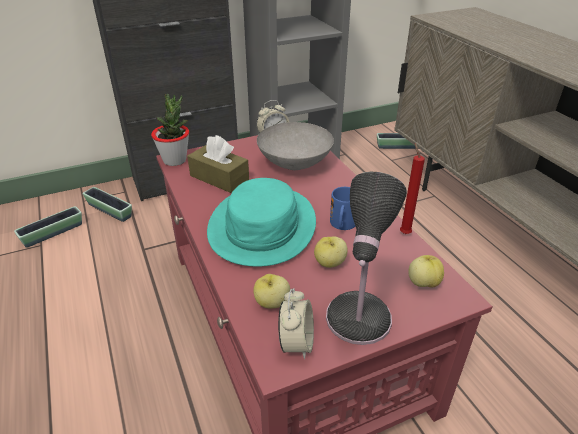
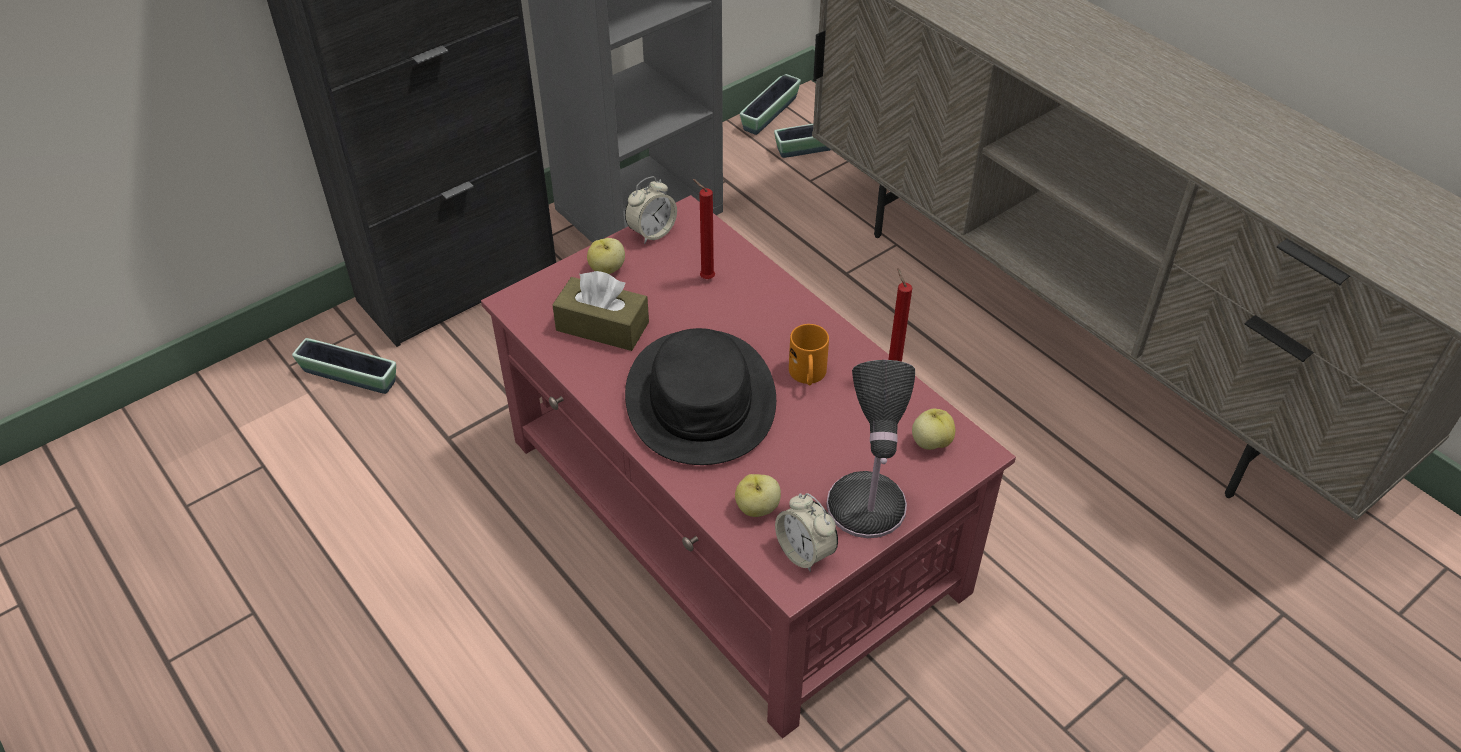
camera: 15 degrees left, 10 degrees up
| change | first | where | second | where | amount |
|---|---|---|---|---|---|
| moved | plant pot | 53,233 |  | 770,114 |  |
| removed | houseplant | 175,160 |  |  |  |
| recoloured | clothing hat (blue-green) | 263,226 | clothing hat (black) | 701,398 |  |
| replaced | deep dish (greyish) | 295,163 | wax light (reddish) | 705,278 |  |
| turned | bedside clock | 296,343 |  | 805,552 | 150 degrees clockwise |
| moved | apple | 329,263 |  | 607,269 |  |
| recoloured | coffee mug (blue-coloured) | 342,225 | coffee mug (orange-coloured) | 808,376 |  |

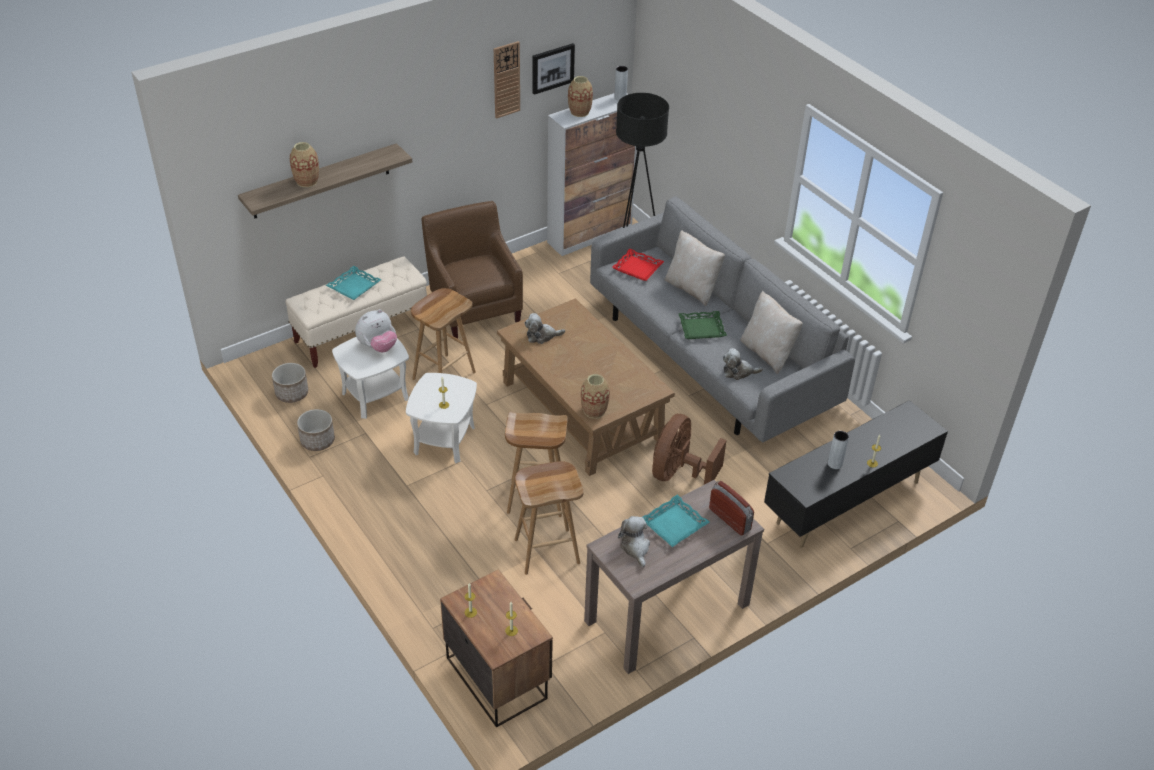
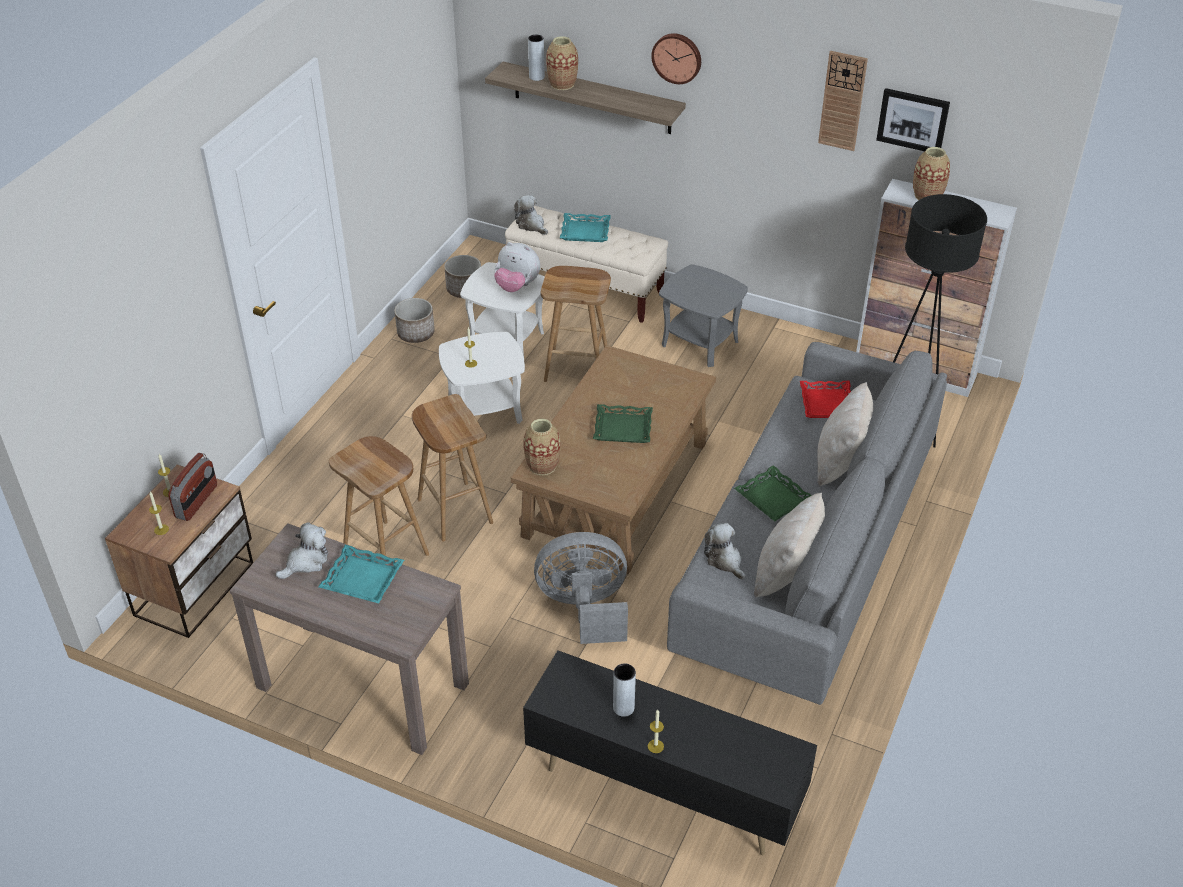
camera: 60 degrees right, 0 degrees up
| change | first | where | second | where | amount |
|---|---|---|---|---|---|
| replaced | easy chair (brown) | 475,307 | accent table (greyish) | 700,343 |  |
| moved | cuddly toy | 542,336 |  | 531,225 |  |
| moved | vase (greyish) | 620,98 |  | 536,77 |  |
| recoloured | electric fan (brown) | 678,473 | electric fan (greyish) | 585,608 |  |
| moved | radio receiver | 730,519 |  | 197,501 |  |
| added |  |  | tray (green) | 622,428 |  |
| added |  |  | clock on the wall | 677,57 |  |

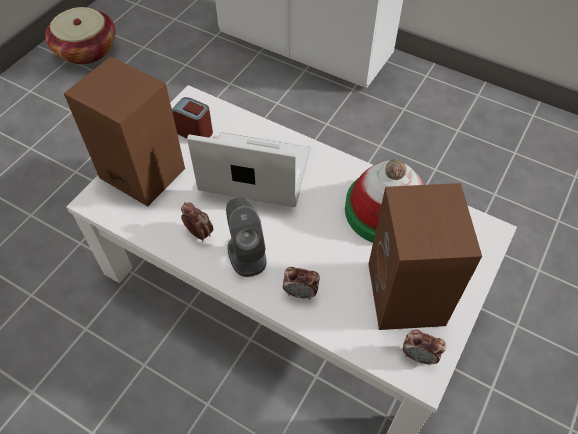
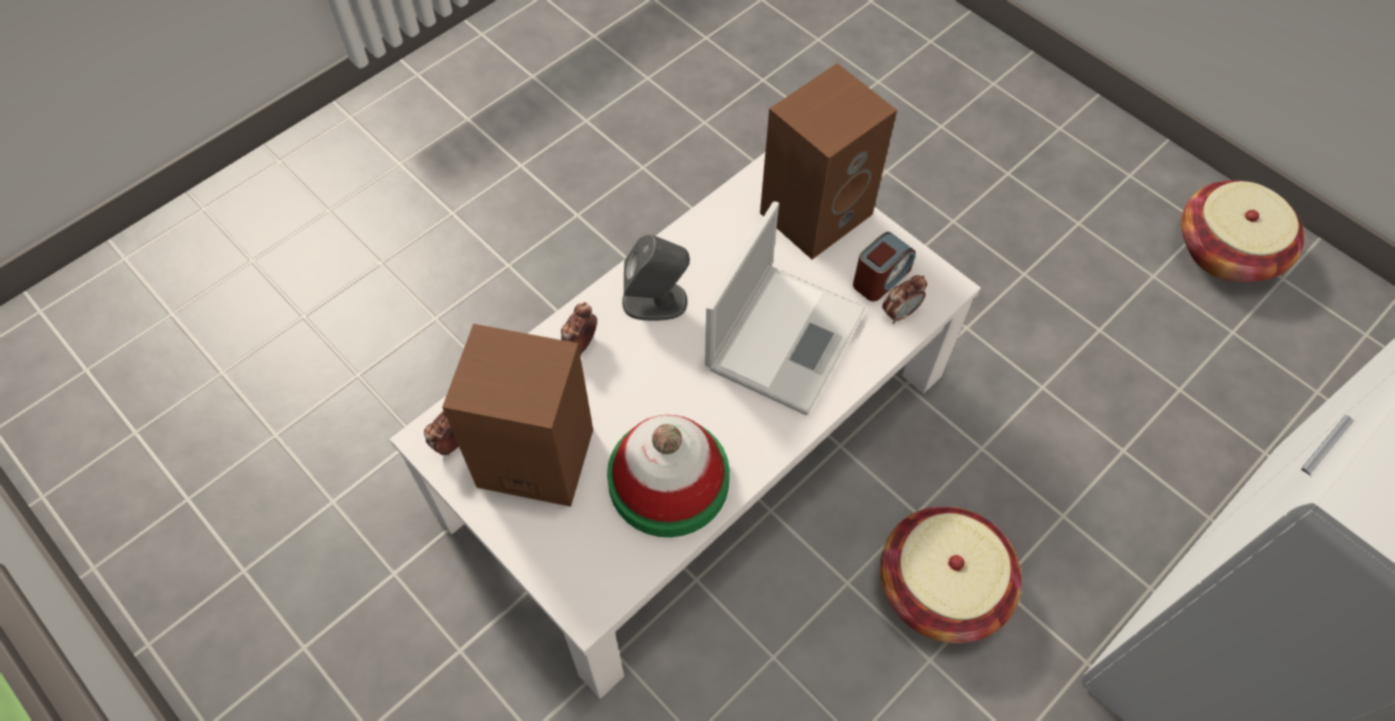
camera: 105 degrees right, 5 degrees up
| change | first | where | second | where | amount |
|---|---|---|---|---|---|
| moved | bedside clock | 199,233 |  | 900,313 |  |
| added |  |  | storage basket | 941,587 |  |

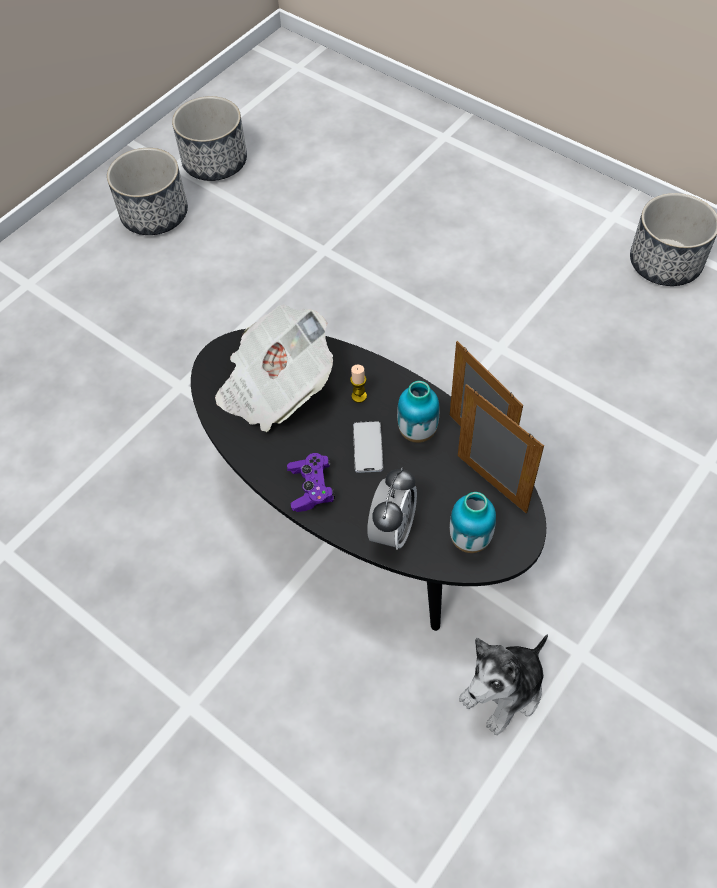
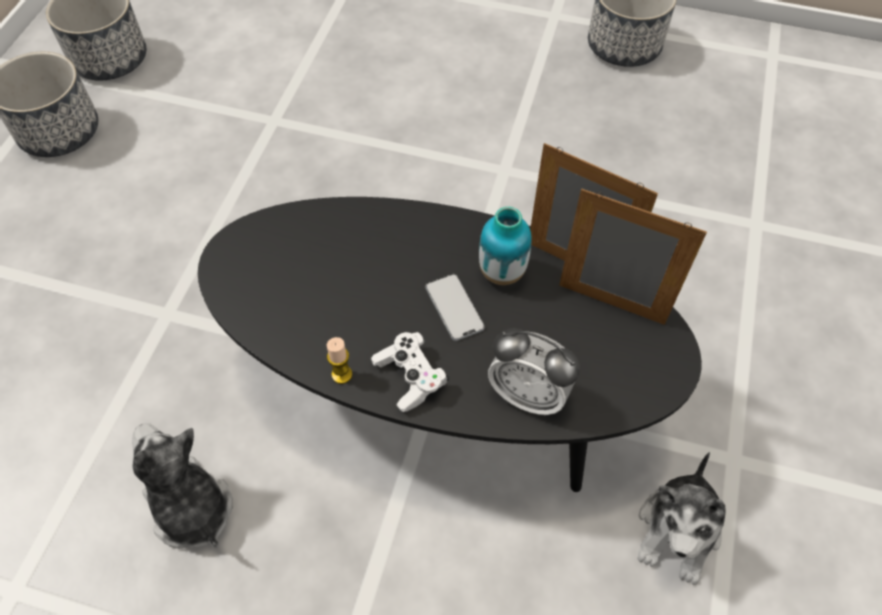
camera: 25 degrees left, 0 degrees up
| change | first | where | second | where | amount |
|---|---|---|---|---|---|
| removed | daily paper | 275,387 |  |  |  |
| recoloured | gamepad (purple-coloured) | 311,488 | gamepad (white) | 410,377 |  |
| moved | wax light | 359,396 |  | 342,374 |  |
| turned | bedside clock | 392,530 |  | 528,394 | 120 degrees clockwise |
| removed | vase | 470,539 |  |  |  |
| added |  |  | cuddly toy | 190,508 |  |

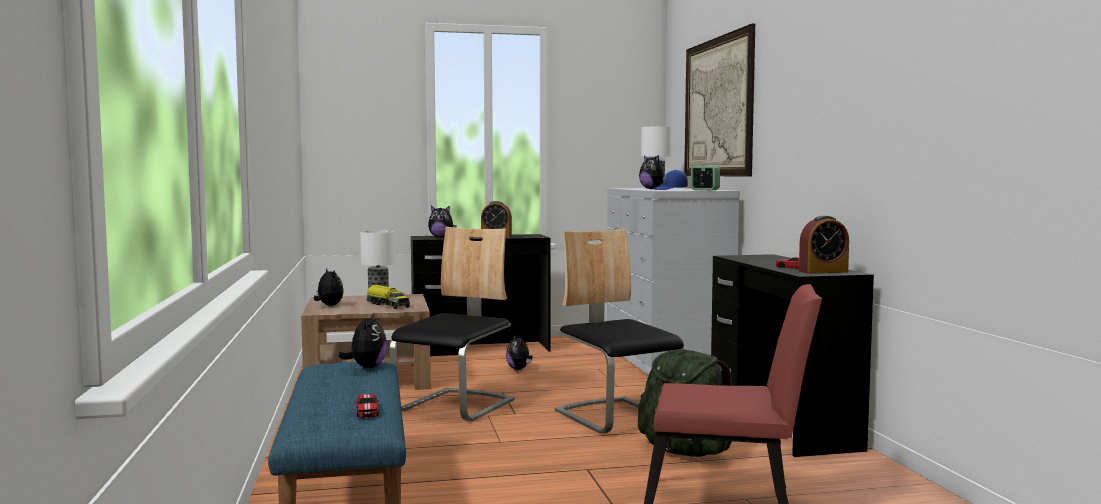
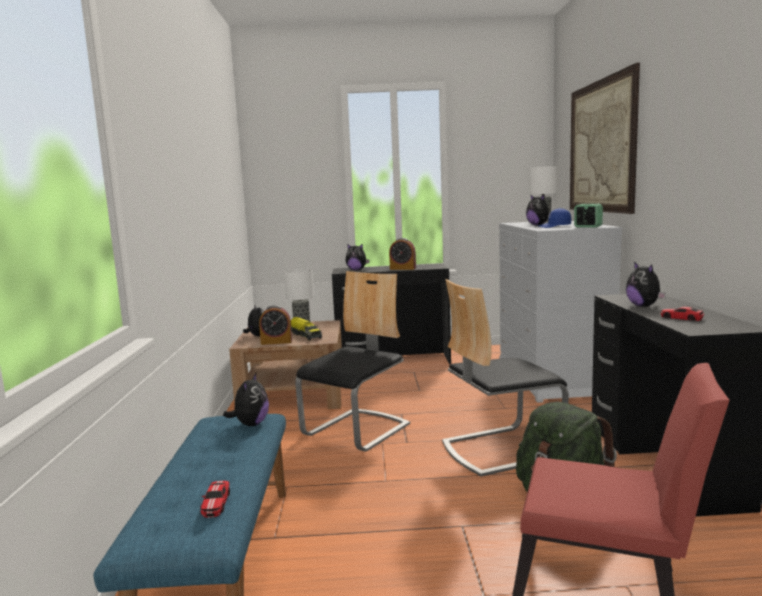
camera: 10 degrees right, 5 degrees up
| change | first | where | second | where | amount |
|---|---|---|---|---|---|
| moved | cuddly toy | 519,369 |  | 644,306 |  |
| turned | chair | 617,416 |  | 500,449 | 90 degrees counterclockwise |
| moved | bedside clock | 823,271 |  | 276,342 |  |

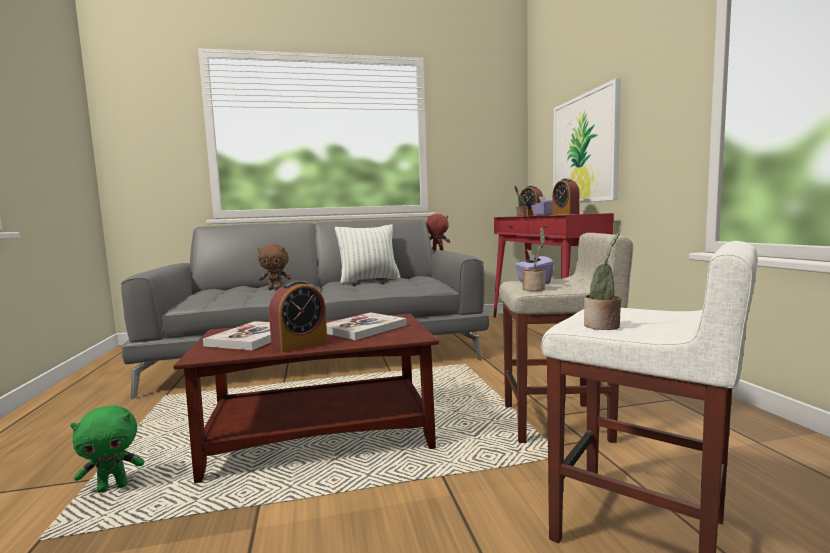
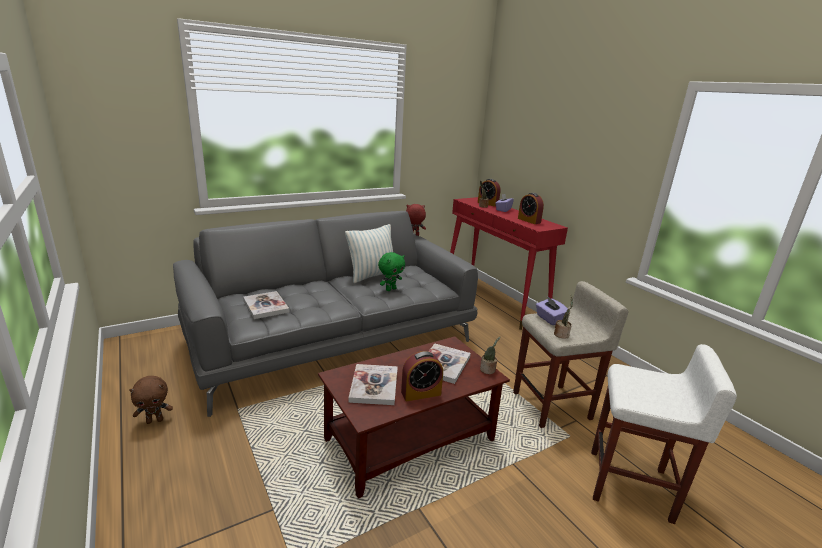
camera: 20 degrees left, 15 degrees up
| change | first | where | second | where | amount |
|---|---|---|---|---|---|
| moved | cuddly toy (green) | 113,487 |  | 390,289 |  |
| moved | cuddly toy (brown) | 276,289 |  | 155,420 |  |
| turned | bedside clock | 300,344 |  | 421,393 | 45 degrees clockwise |
| removed | picture | 585,149 |  |  |  |
| moved | houseplant | 603,326 |  | 488,370 |  |
| added |  |  | volume | 266,306 |  |

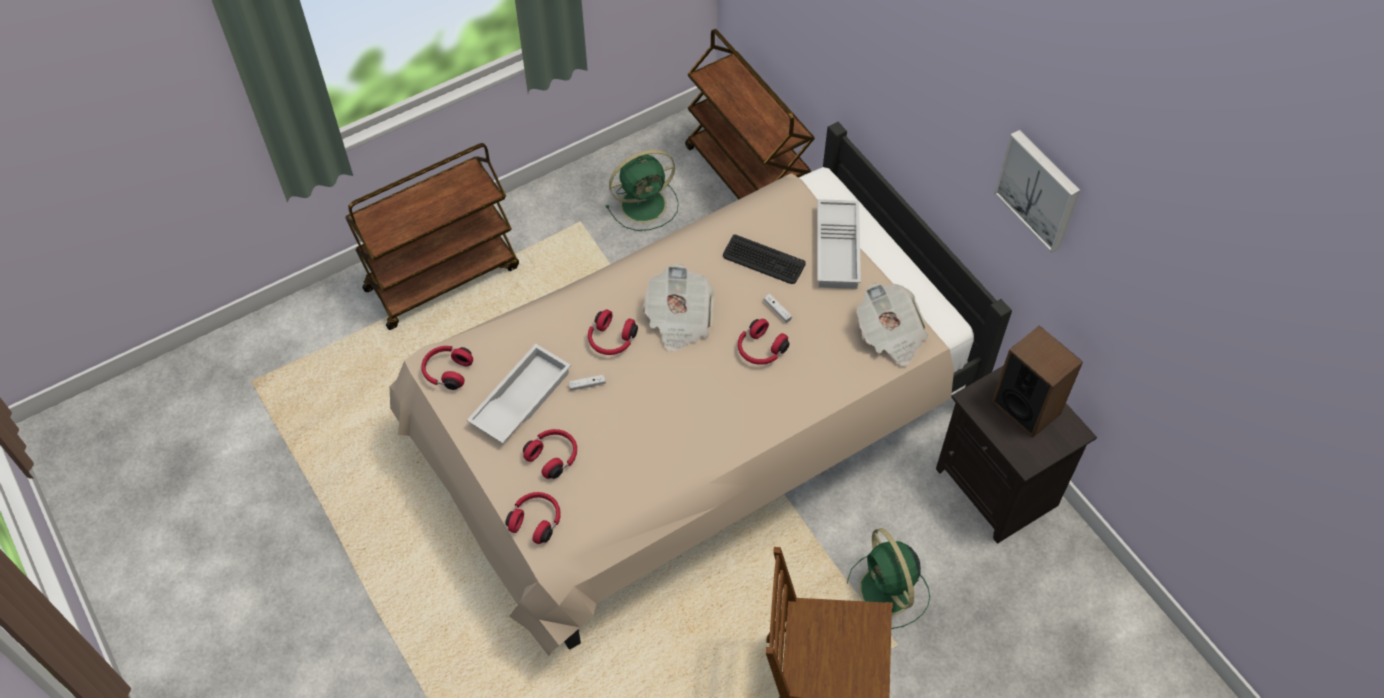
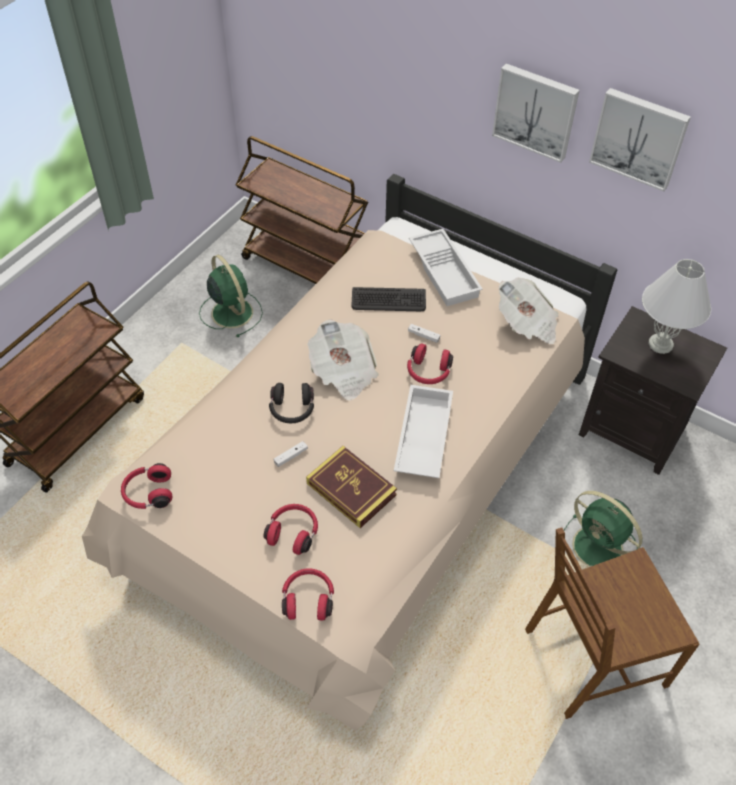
camera: 25 degrees left, 5 degrees down
| change | first | where | second | where | amount |
|---|---|---|---|---|---|
| moved | tray (white) | 520,398 |  | 422,436 |  |
| recoloured | headphones (reddish) | 611,340 | headphones (black) | 292,410 |  |
| turned | electric fan (green) | 645,204 |  | 231,311 | 75 degrees counterclockwise |
| replaced | speaker | 1026,407 | lamp for a table (white) | 661,344 |  |
| added |  |  | volume | 351,489 |  |
| added |  |  | picture | 536,111 |  |

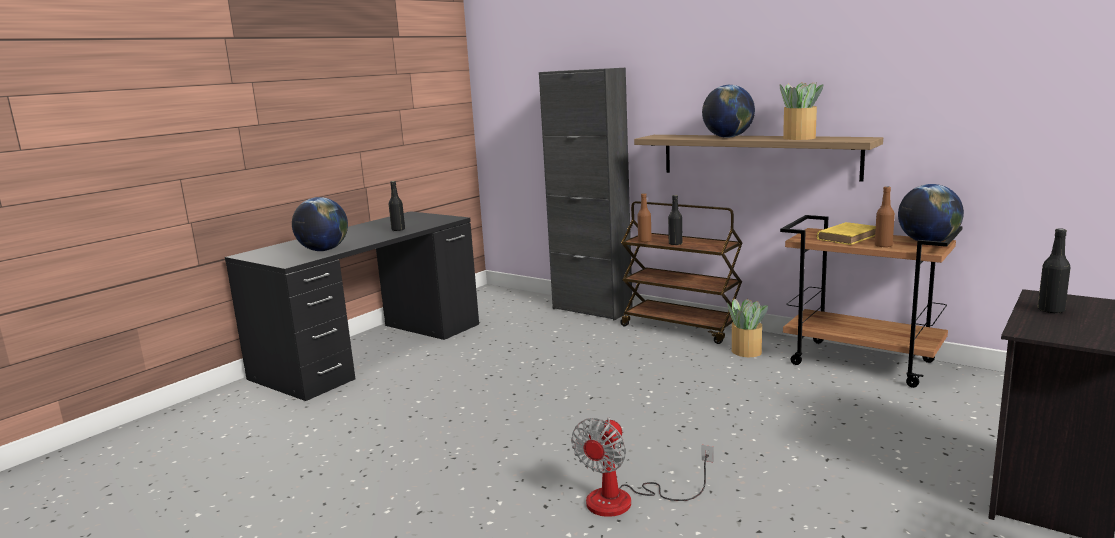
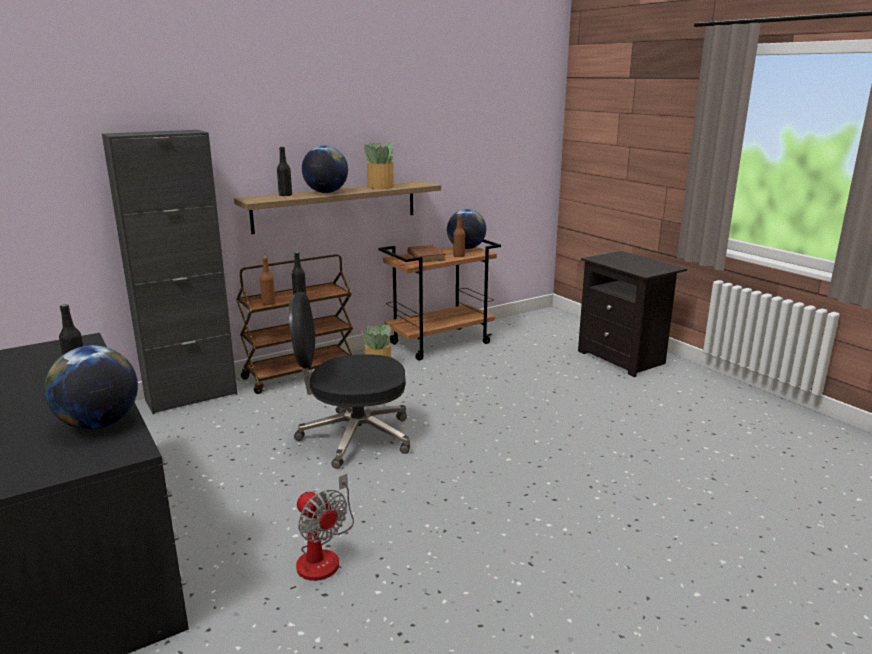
camera: 70 degrees left, 5 degrees up
| change | first | where | second | where | amount |
|---|---|---|---|---|---|
| moved | electric fan | 626,500 |  | 323,555 |  |
| recoloured | volume (yellowish) | 848,237 | volume (brown) | 426,256 |  |
| moved | bottle (black) | 1050,310 |  | 285,195 |  |
| added |  |  | office chair (black) | 354,437 |  |

